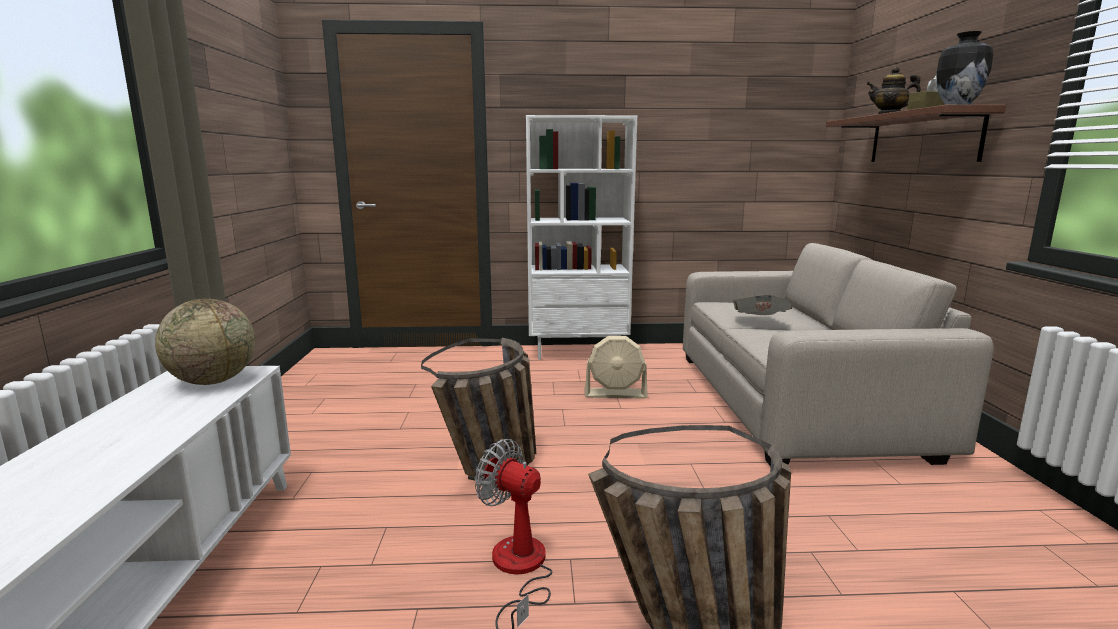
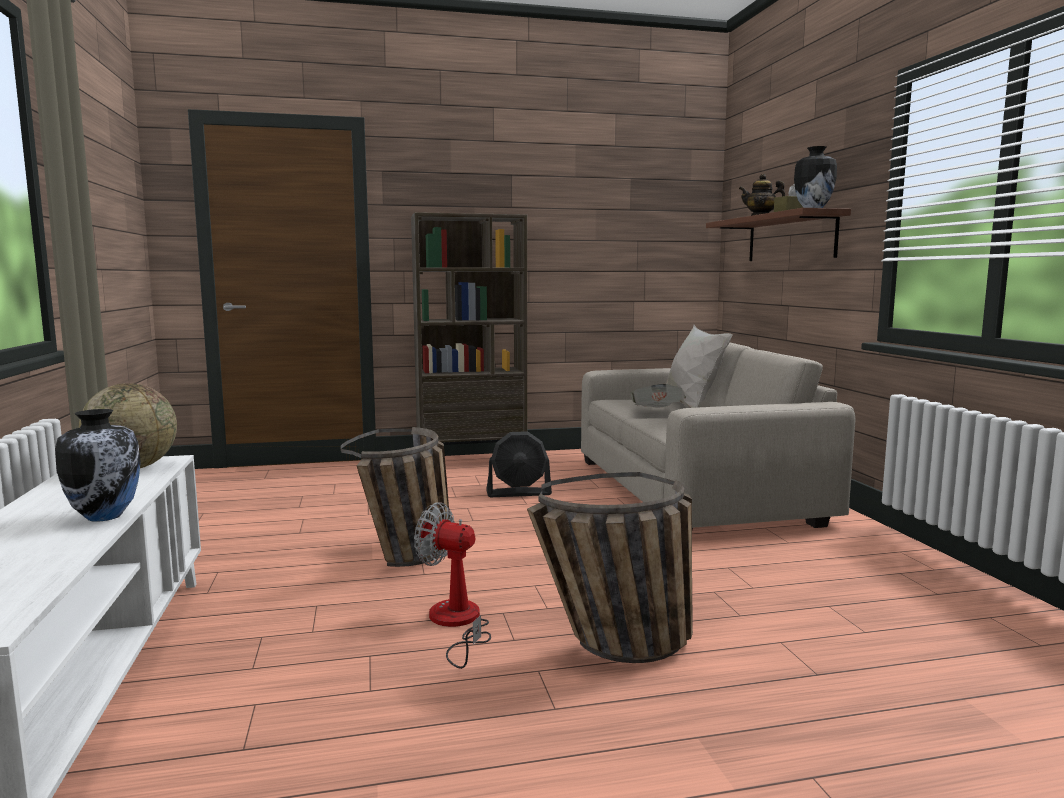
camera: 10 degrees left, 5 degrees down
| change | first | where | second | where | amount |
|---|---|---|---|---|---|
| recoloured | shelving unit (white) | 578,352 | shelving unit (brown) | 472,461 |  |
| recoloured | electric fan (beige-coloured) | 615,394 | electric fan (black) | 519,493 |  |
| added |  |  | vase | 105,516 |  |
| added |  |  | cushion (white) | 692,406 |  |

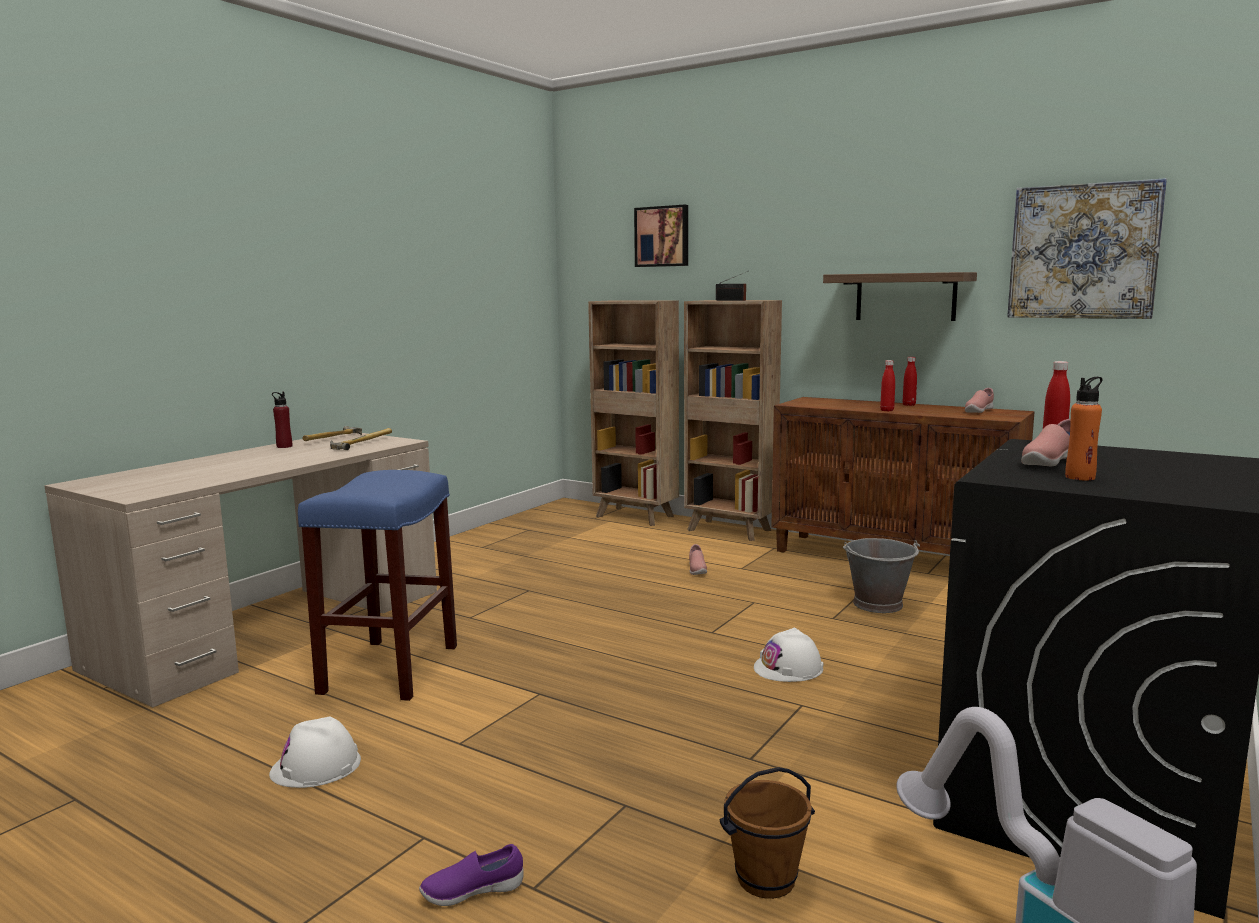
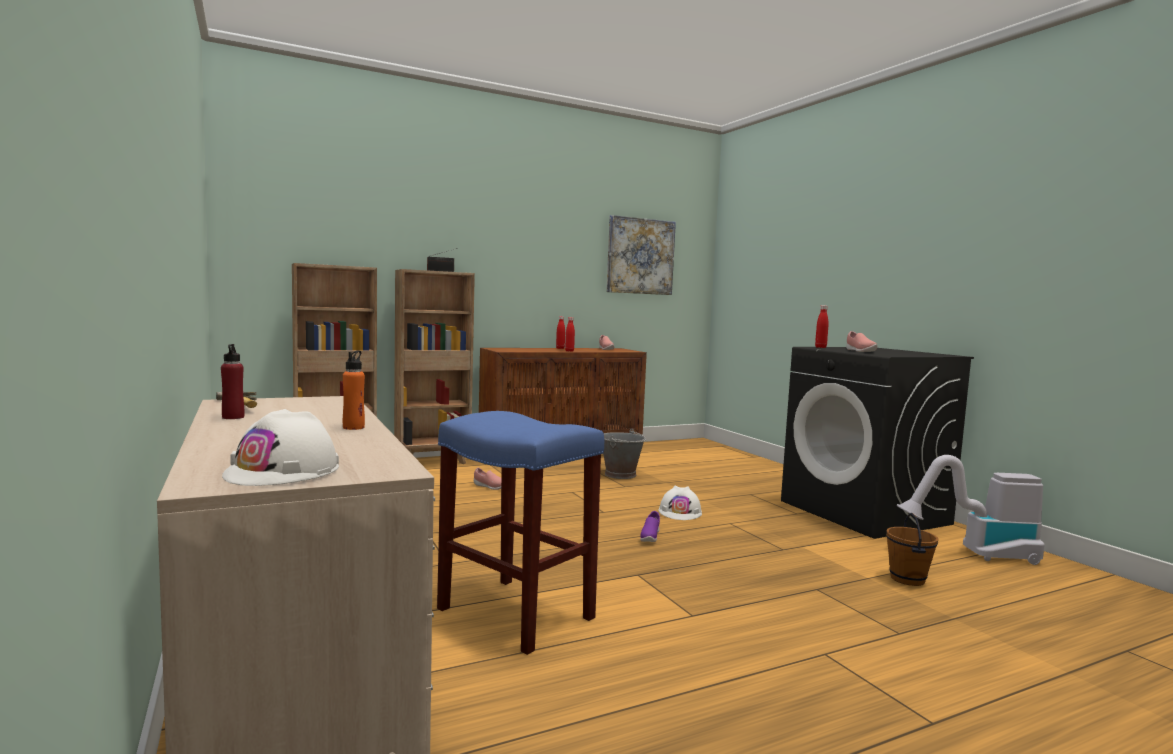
camera: 60 degrees left, 5 degrees down
| change | first | where | second | where | amount |
|---|---|---|---|---|---|
| moved | safety helmet (white) | 316,766 |  | 283,471 |  |
| removed | tool hammer | 360,443 |  |  |  |
| moved | shoe (purple-coloured) | 472,892 |  | 649,537 |  |
| removed | picture | 662,236 |  |  |  |
| removed | bracket shelf | 905,297 |  |  |  |
| moved | bottle (orange-coloured) | 1080,477 |  | 353,427 |  |

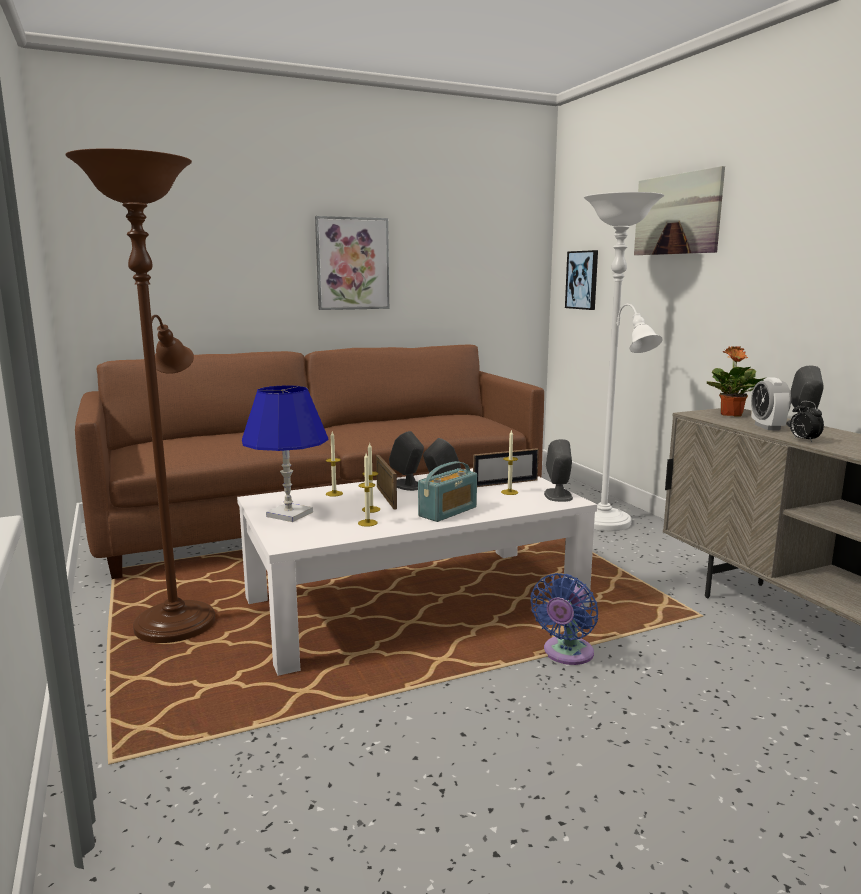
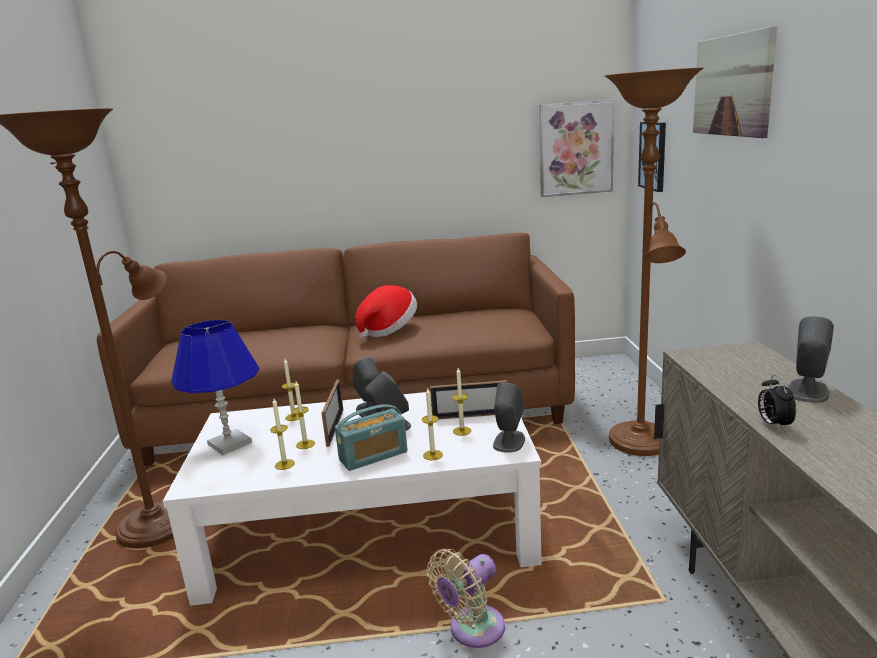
camera: 20 degrees right, 5 degrees up
| change | first | where | second | where | amount |
|---|---|---|---|---|---|
| moved | picture | 352,263 |  | 575,148 |  |
| recoloured | electric fan (blue-coloured) | 566,654 | electric fan (beige-coloured) | 472,630 |  |
| recoloured | standard lamp (white) | 607,524 | standard lamp (brown) | 642,445 |  |
| removed | houseplant | 731,415 |  |  |  |
| removed | bedside clock | 767,427 |  |  |  |
| added |  |  | clothing hat | 388,330 |  |
| added |  |  | wax light | 433,455 |  |

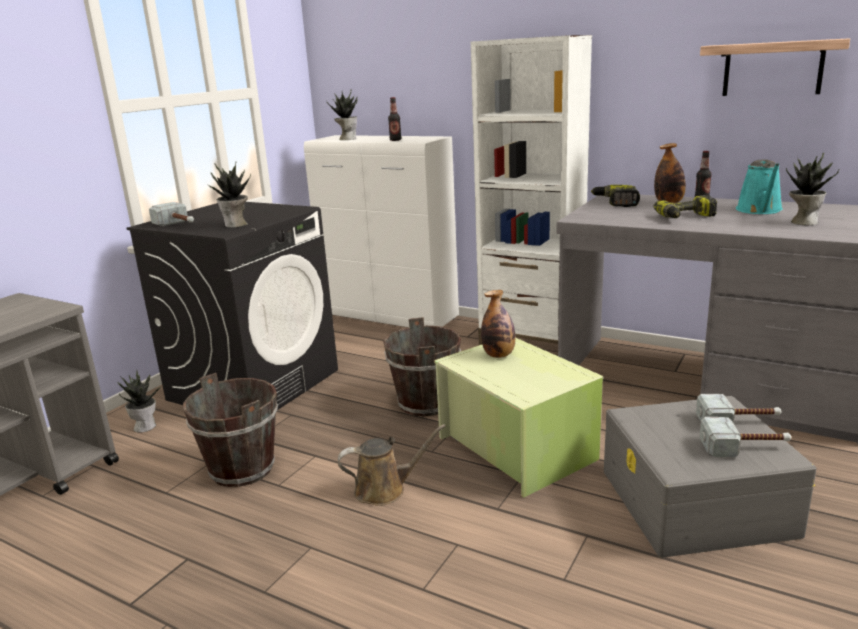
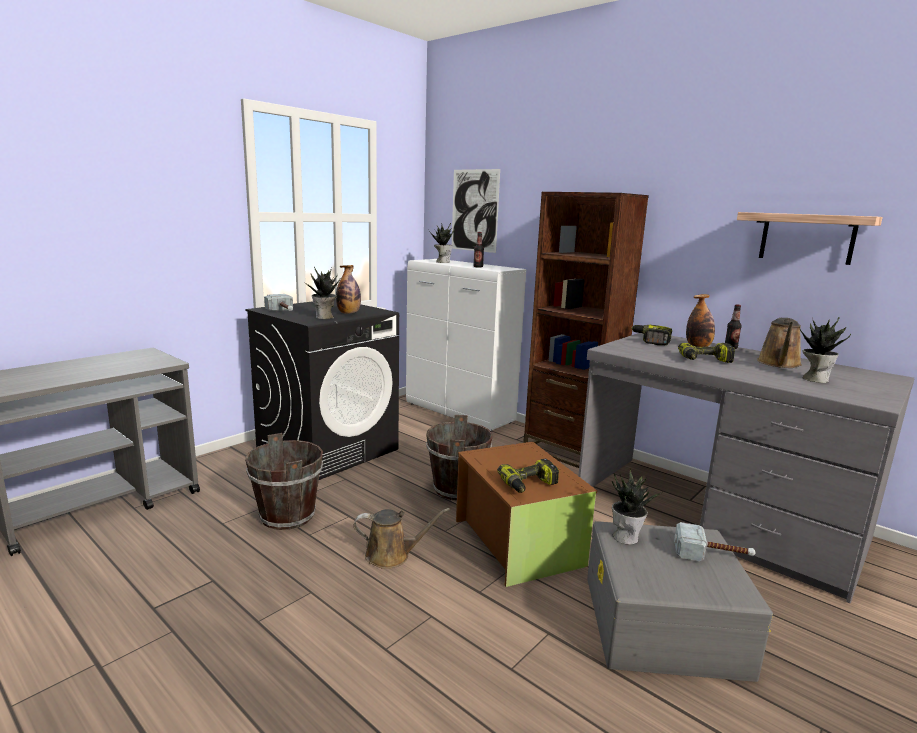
camera: 10 degrees right, 5 degrees down
| change | first | where | second | where | amount |
|---|---|---|---|---|---|
| moved | houseplant | 145,426 |  | 626,537 |  |
| recoloured | storage container (green) | 517,447 | storage container (brown) | 519,541 |  |
| recoloured | shelving unit (white) | 531,341 | shelving unit (brown) | 569,452 |  |
| moved | bottle | 499,355 |  | 348,313 |  |
| removed | tool hammer | 744,447 |  |  |  |
| recoloured | watering can (blue-green) | 760,210 | watering can (brown) | 779,364 |  |
| added |  |  | picture | 474,210 |  |
| added |  |  | drill | 529,485 |  |

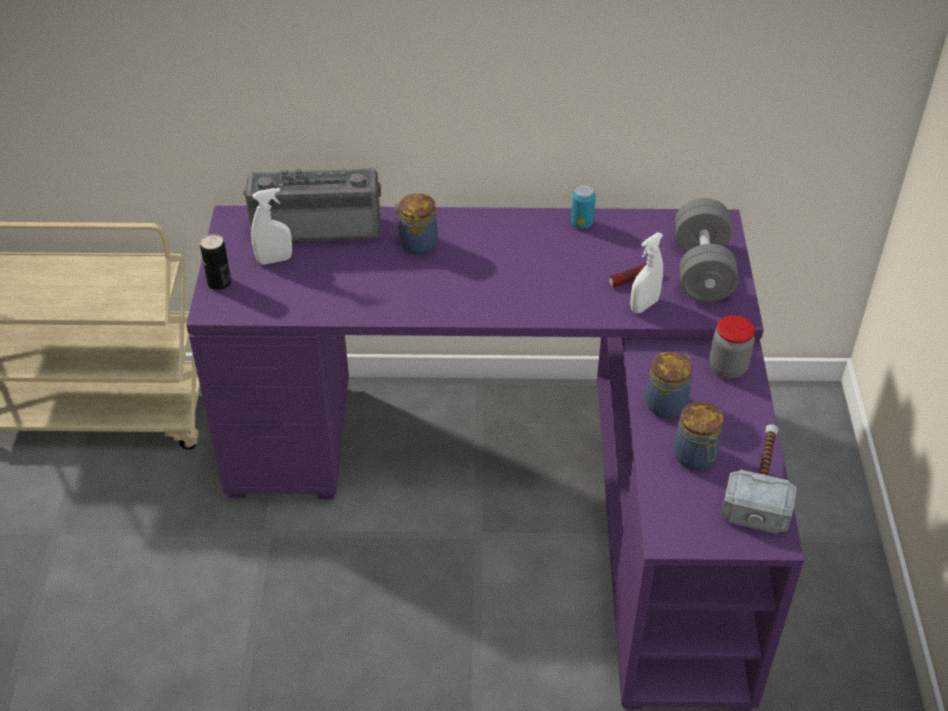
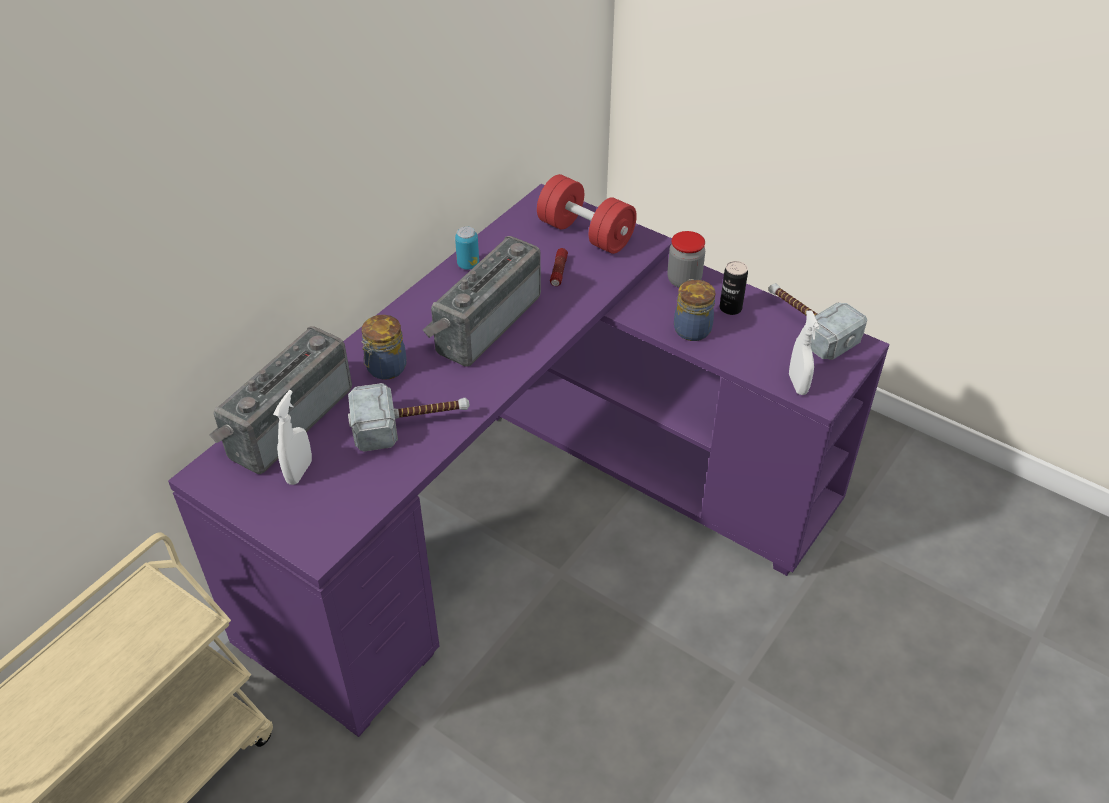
camera: 55 degrees left, 0 degrees up
| change | first | where | second | where | amount |
|---|---|---|---|---|---|
| moved | can | 219,283 |  | 730,308 |  |
| moved | spray bottle (white) | 644,305 |  | 797,384 |  |
| removed | preserve jar | 696,457 |  |  |  |
| recoloured | hand weight (greyish) | 702,270 | hand weight (reddish) | 586,234 |  |
| added |  |  | tool hammer | 411,424 |  |
| added |  |  | radio receiver | 483,322 |  |

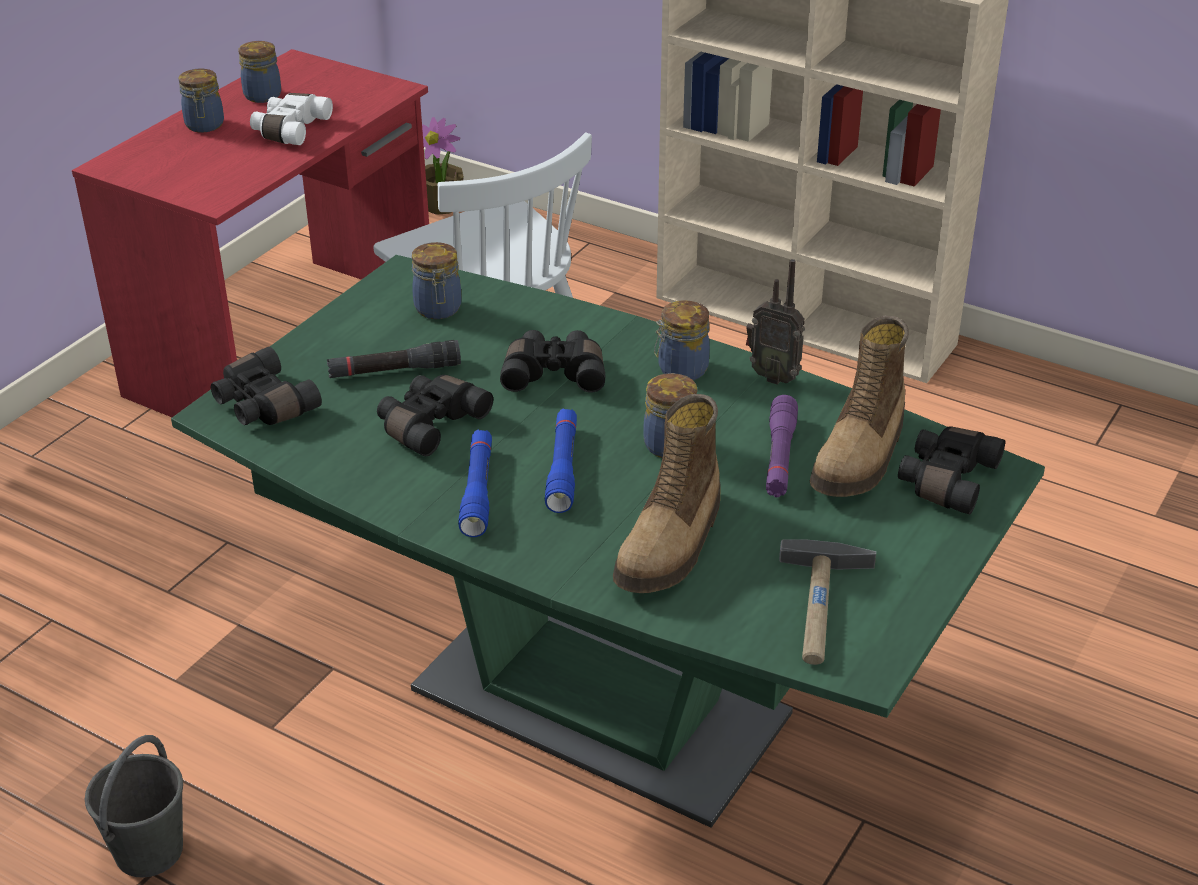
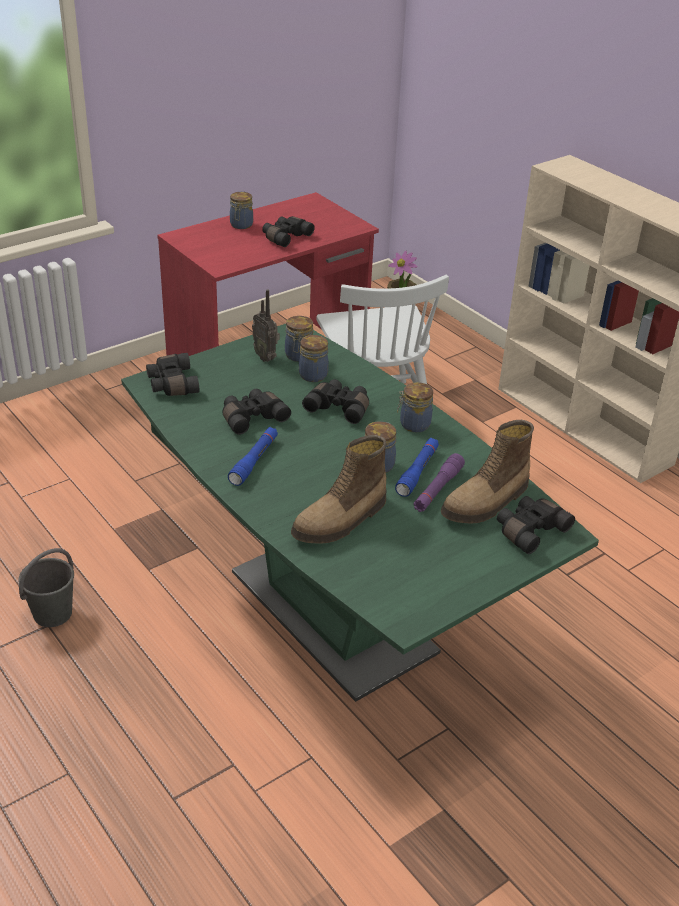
camera: 20 degrees right, 0 degrees up
| change | first | where | second | where | amount |
|---|---|---|---|---|---|
| moved | preserve jar | 263,95 |  | 313,374 |  |
| recoloured | pair of binoculars (white) | 289,129 | pair of binoculars (black) | 285,237 |  |
| removed | flashlight (black) | 394,371 |  |  |  |
| moved | flashlight (blue-coloured) | 563,468 |  | 417,472 |  |
| moved | radio receiver | 774,376 |  | 266,357 |  |
| removed | tool hammer | 822,608 |  |  |  |

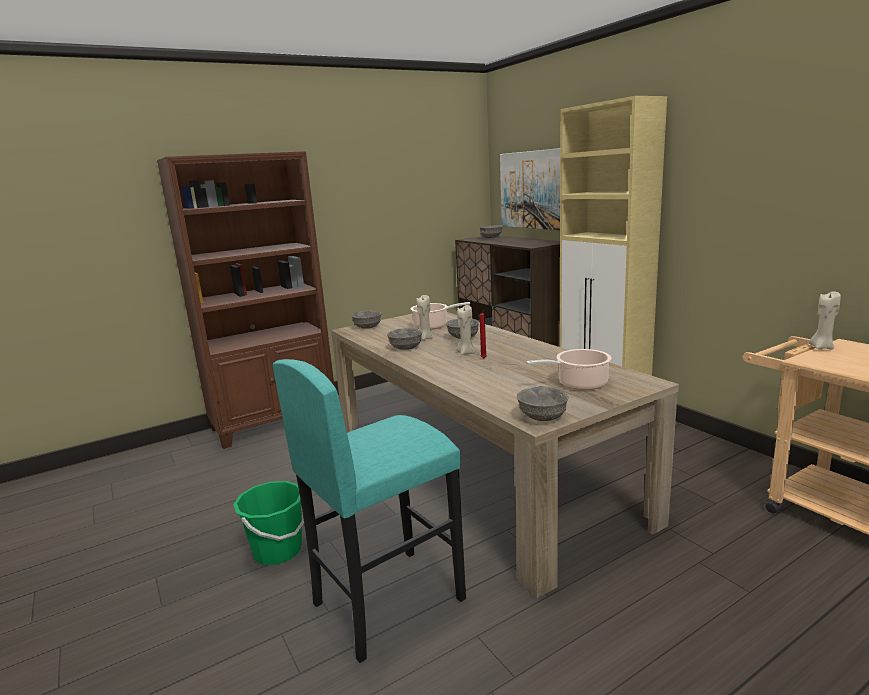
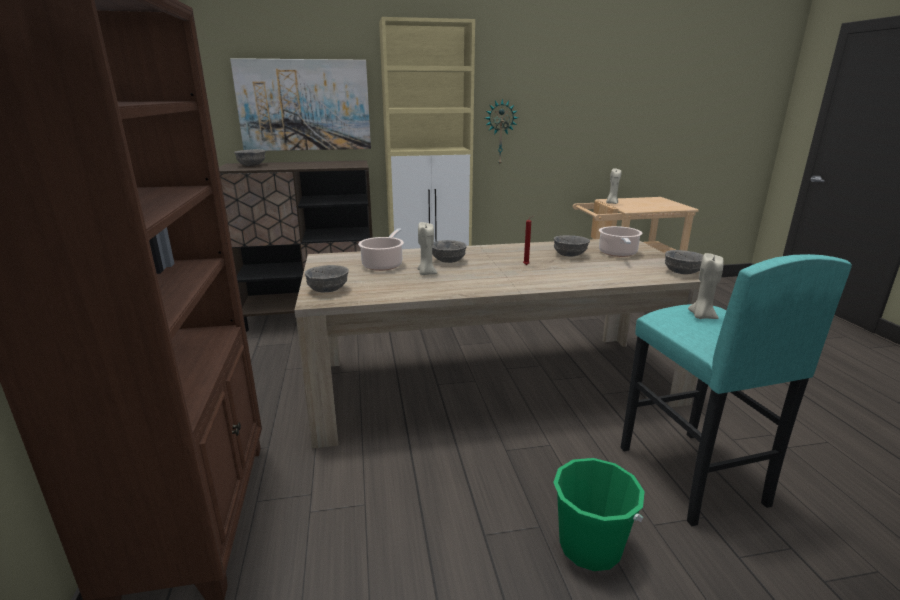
camera: 70 degrees left, 5 degrees up
| change | first | where | second | where | amount |
|---|---|---|---|---|---|
| moved | deep dish (greyish) | 405,348 |  | 569,255 |  |
| moved | wax light (beige-coloured) | 465,352 |  | 701,316 |  |
| added |  |  | clock on the wall | 500,132 |  |

